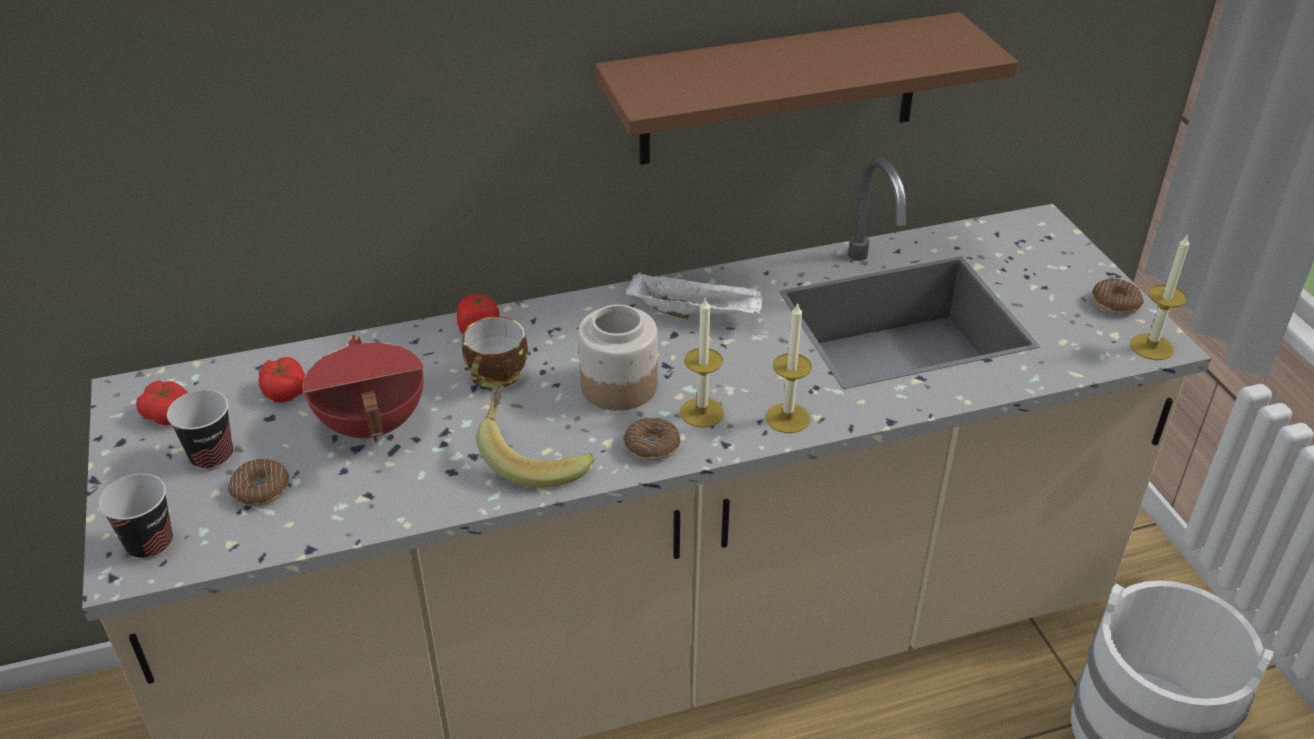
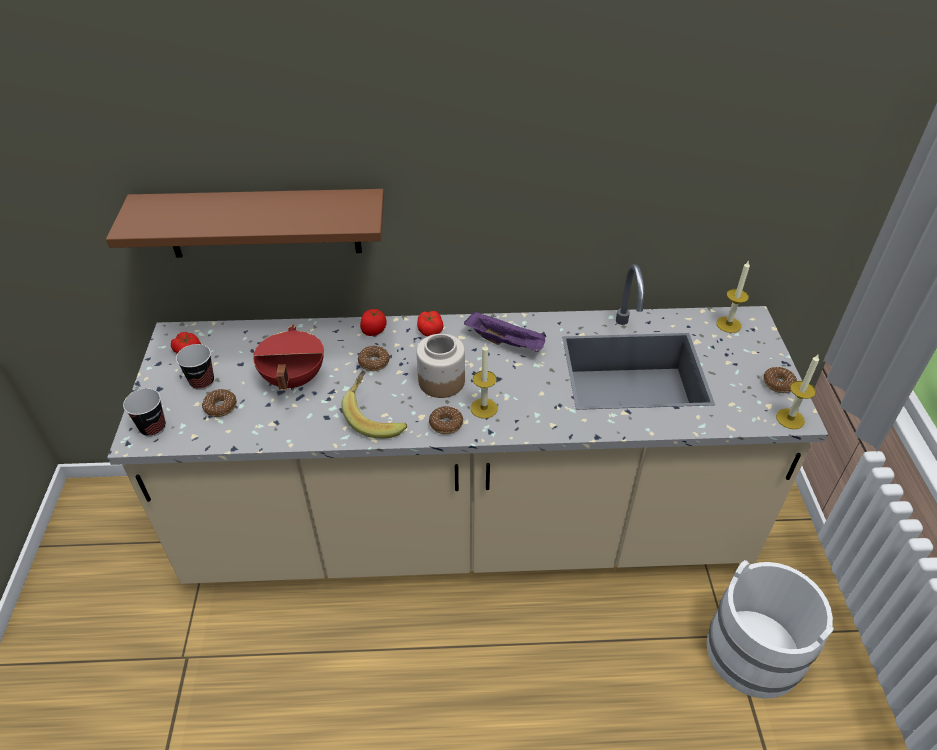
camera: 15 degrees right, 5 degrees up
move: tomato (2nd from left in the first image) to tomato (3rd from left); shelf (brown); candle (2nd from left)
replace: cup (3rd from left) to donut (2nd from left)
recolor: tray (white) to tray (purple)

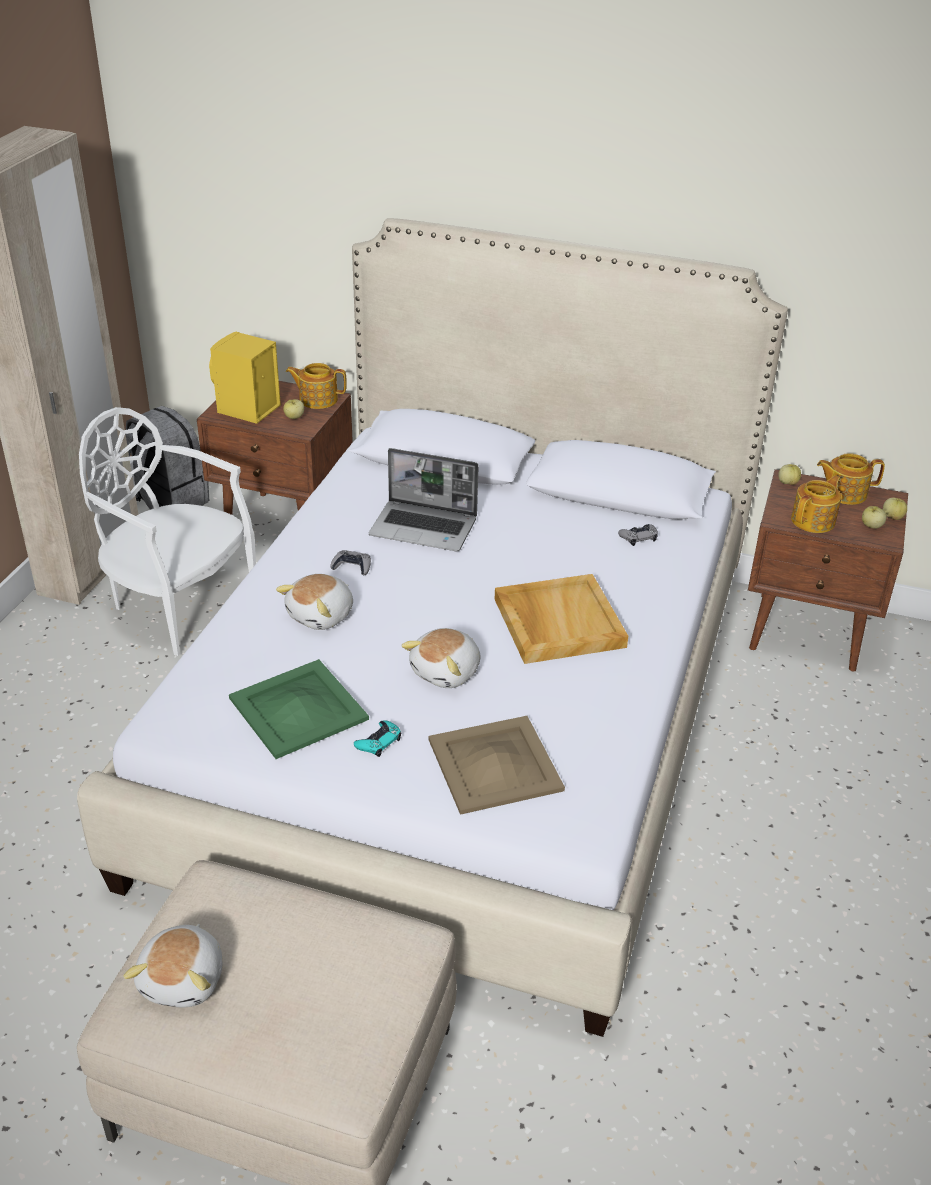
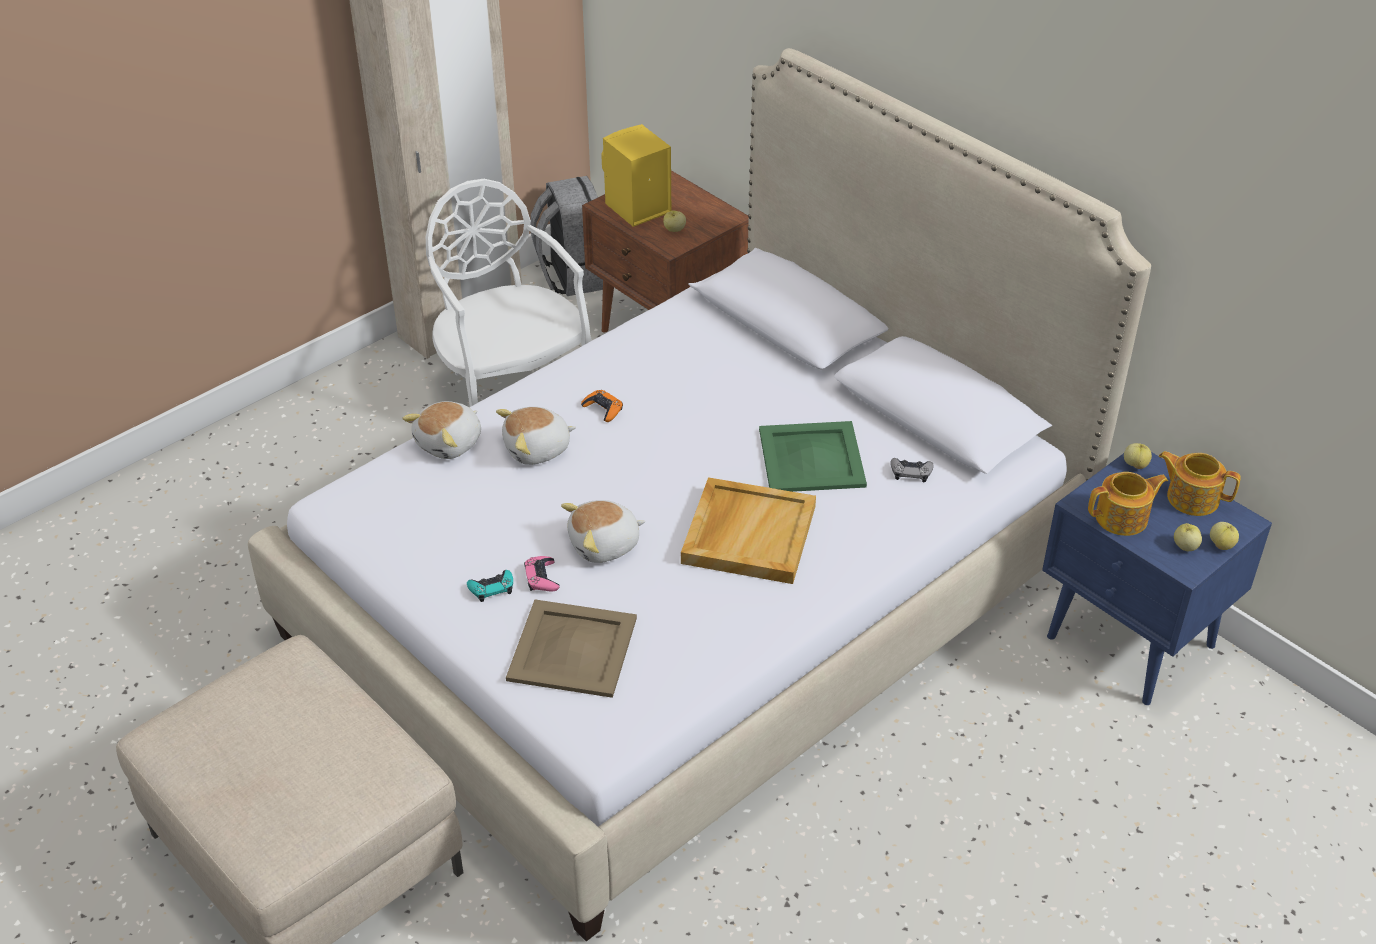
camera: 30 degrees right, 5 degrees up
delete: teapot (1st from left); laptop
insert: game controller (pink)
move: plush toy (1st from left); tray (green)
recolor: game controller (grey) (1st from left) to game controller (orange); nightstand (brown) (2nd from left) to nightstand (blue)

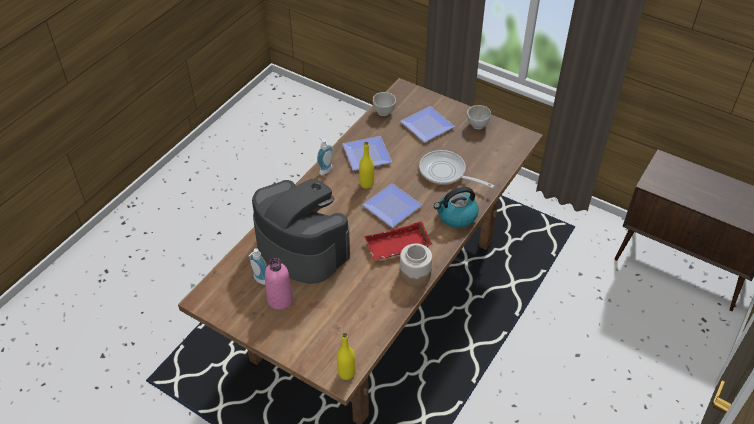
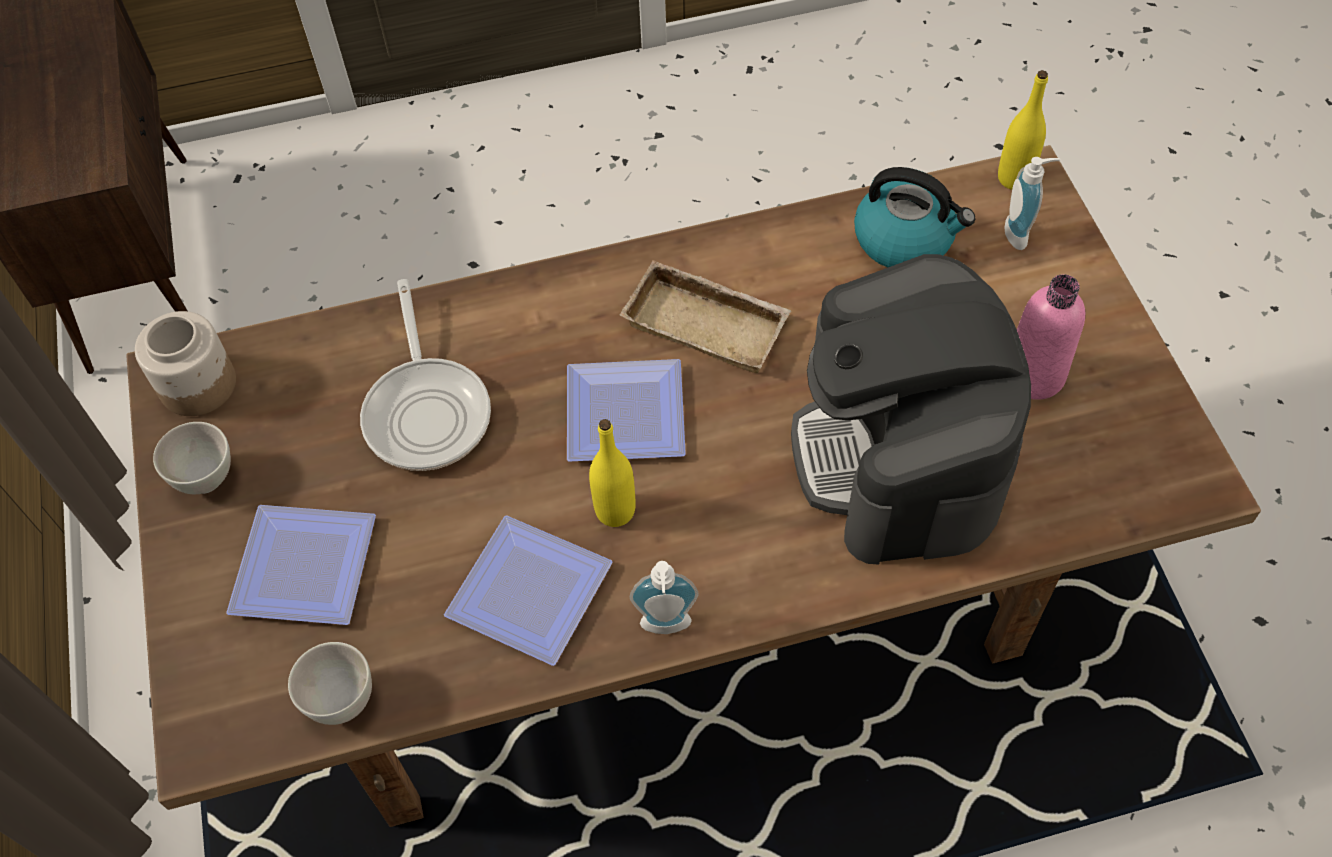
camera: 135 degrees left, 10 degrees up
move: soap dispenser (1st from left in the first image) to soap dispenser (2nd from left); jar; kettle
recolor: tray (red) to tray (beige)

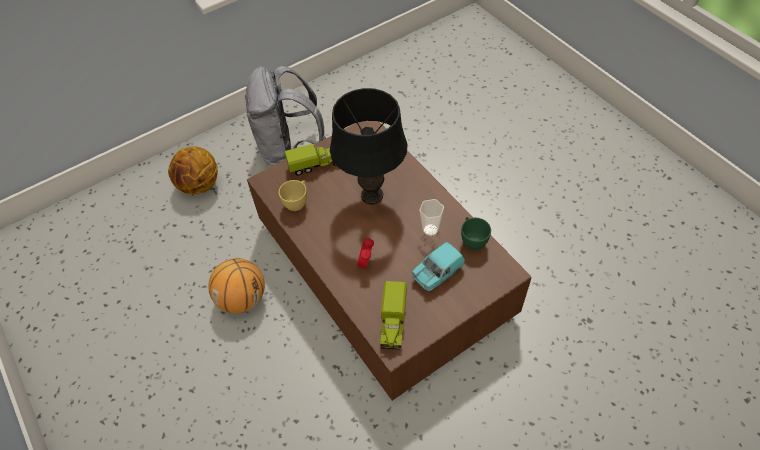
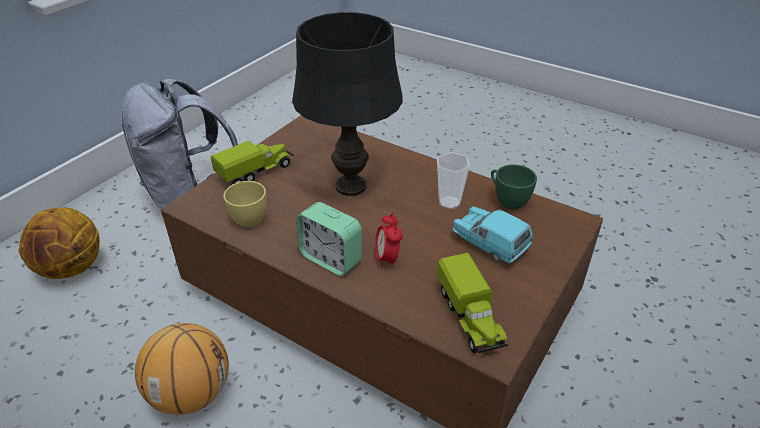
camera: 25 degrees left, 15 degrees down
insert: alarm clock (1st from left)
rotate: toy car (turquoise) 105 degrees clockwise

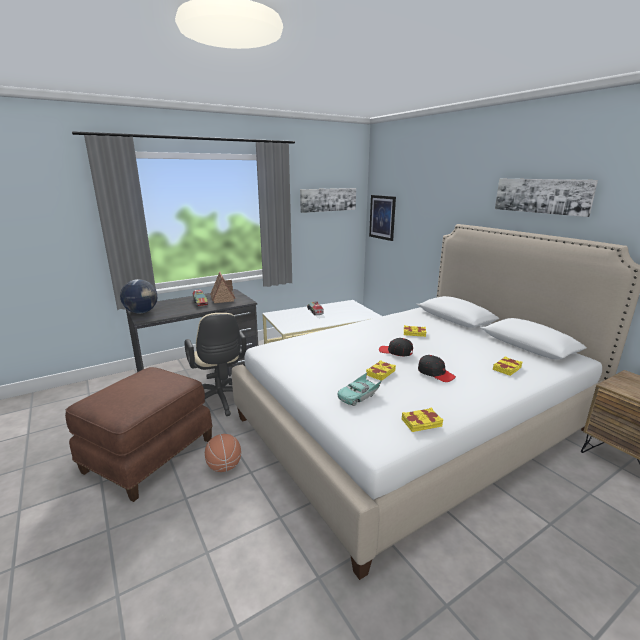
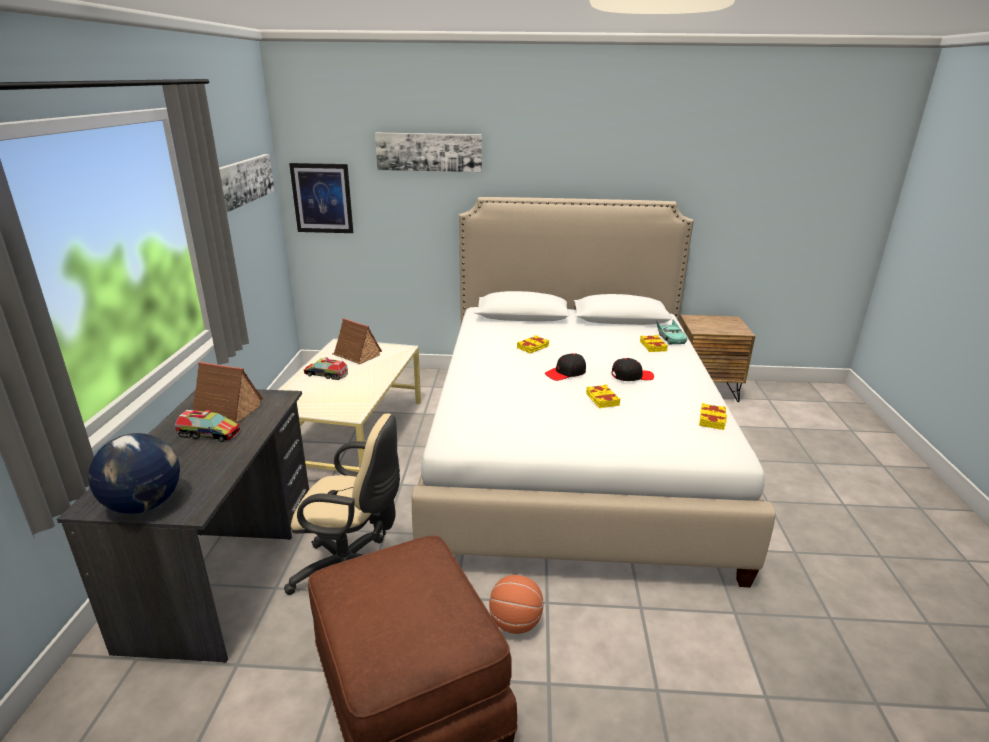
camera: 55 degrees left, 5 degrees up
insert: toy house (2nd from left)
move: toy car (turquoise); picture (3rd from left)

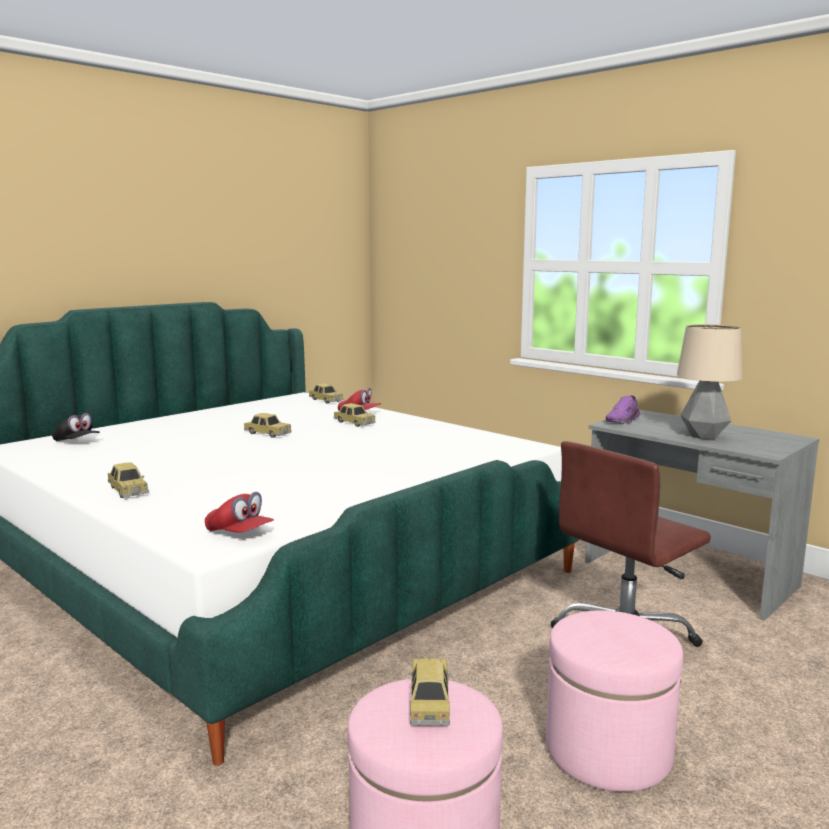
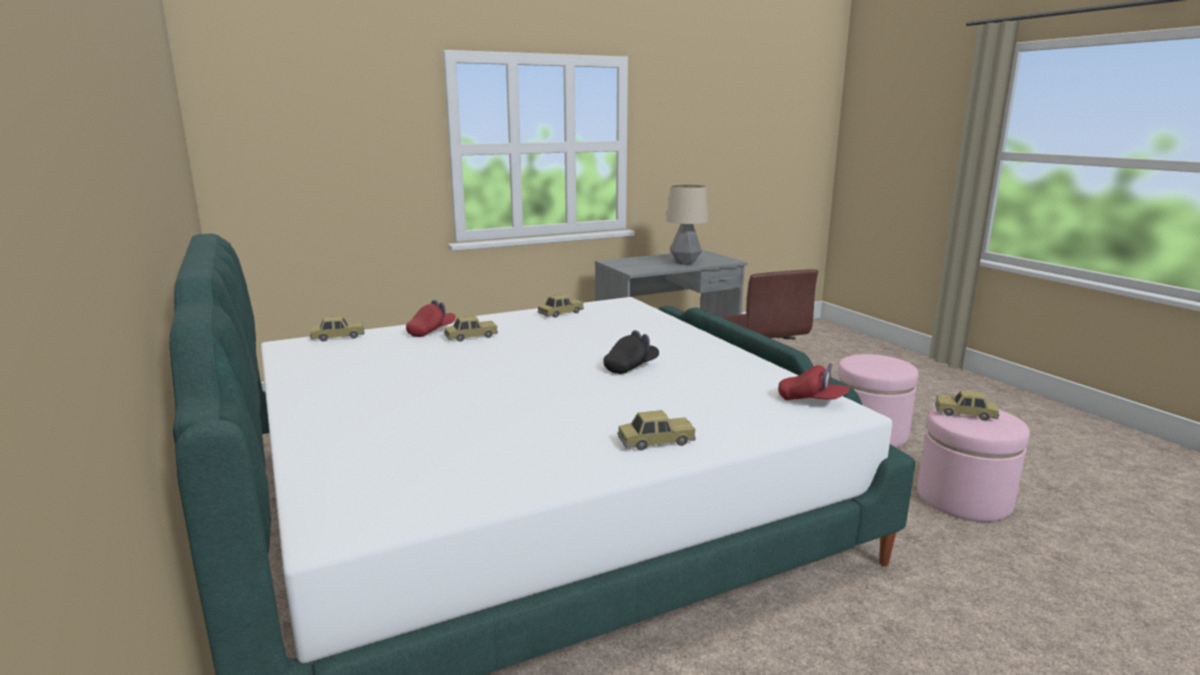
camera: 70 degrees left, 5 degrees up
delete: shoe (purple)
move: cap (black); toy car (2nd from left in the first image) to toy car (3rd from left)
rotate: cap (red) (1st from left in the first image) 60 degrees clockwise

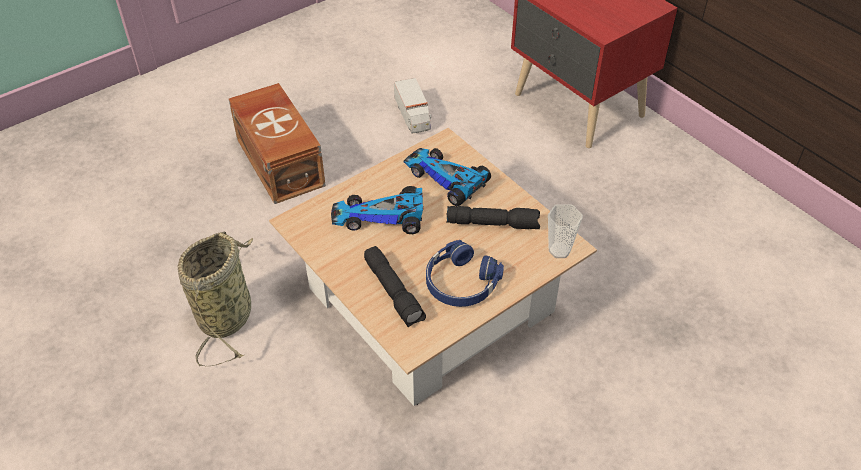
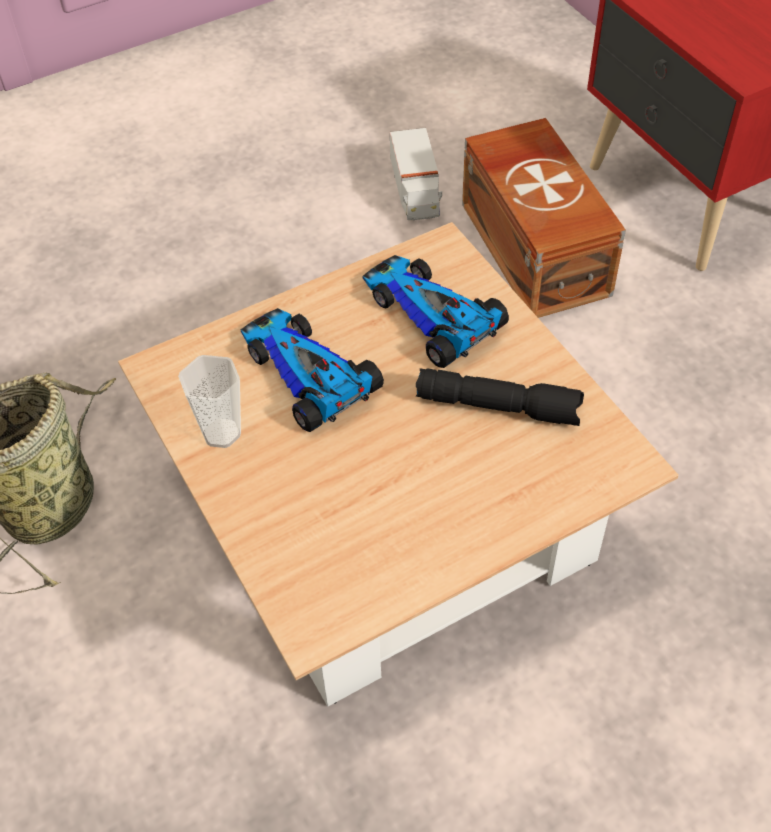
camera: 10 degrees right, 5 degrees up
delete: flashlight (black) (1st from left); headphones (blue)
move: storage box (brown); cup
rotate: toy car (1st from left) 45 degrees clockwise

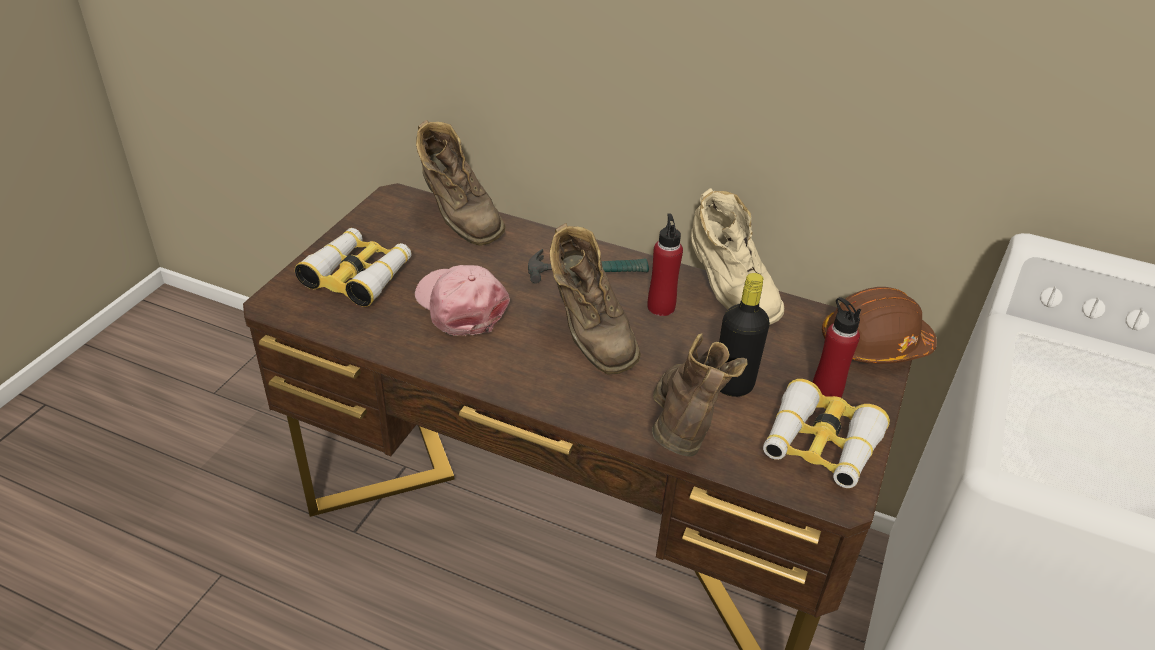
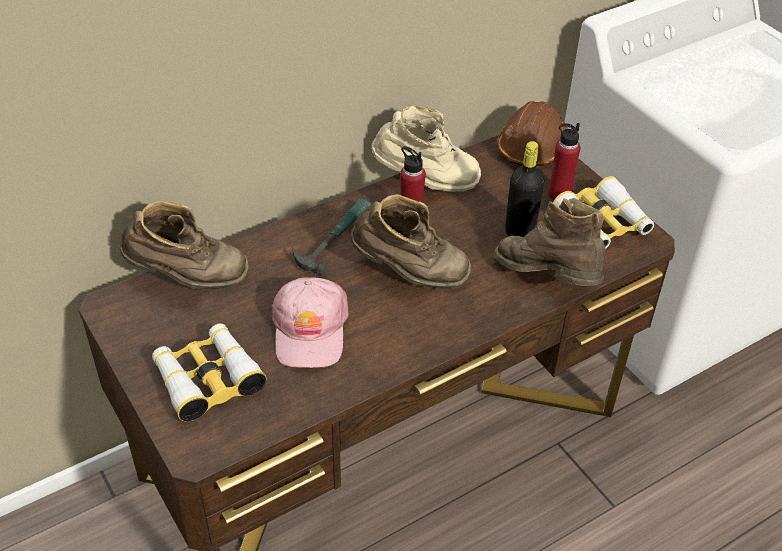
camera: 55 degrees left, 5 degrees up
rotate: cap (pink) 90 degrees counterclockwise

